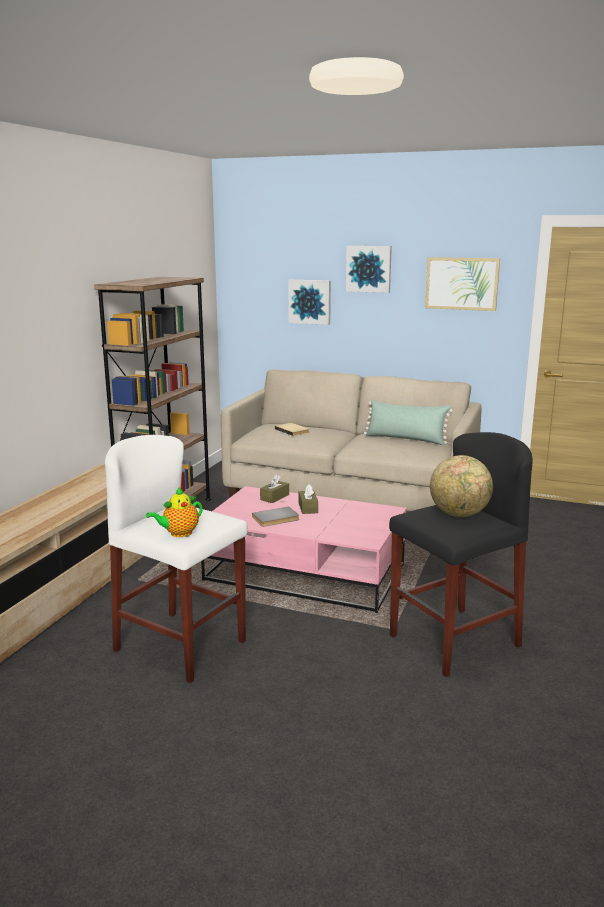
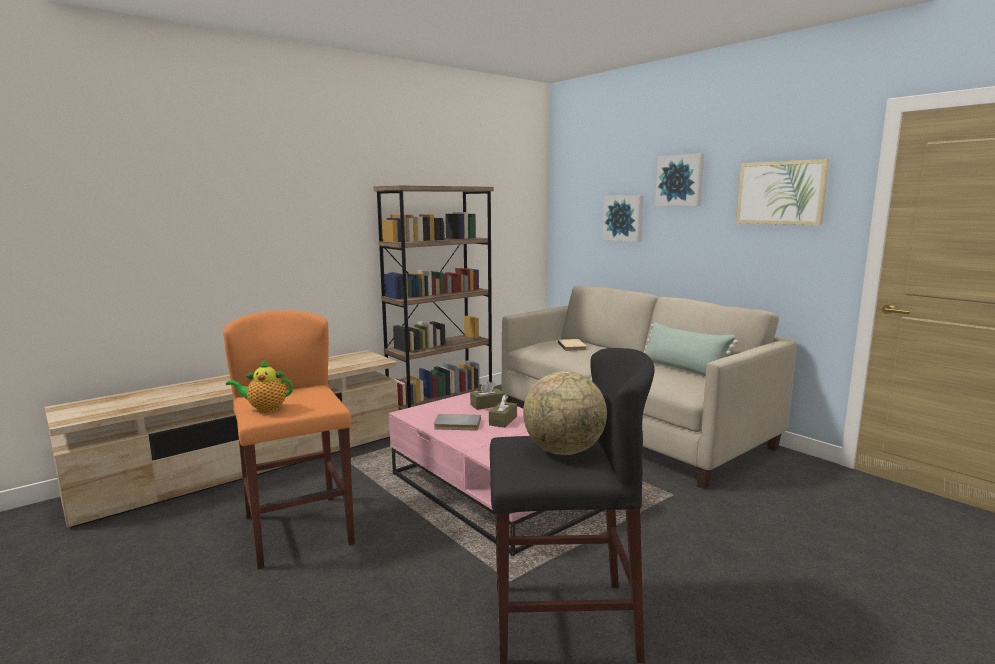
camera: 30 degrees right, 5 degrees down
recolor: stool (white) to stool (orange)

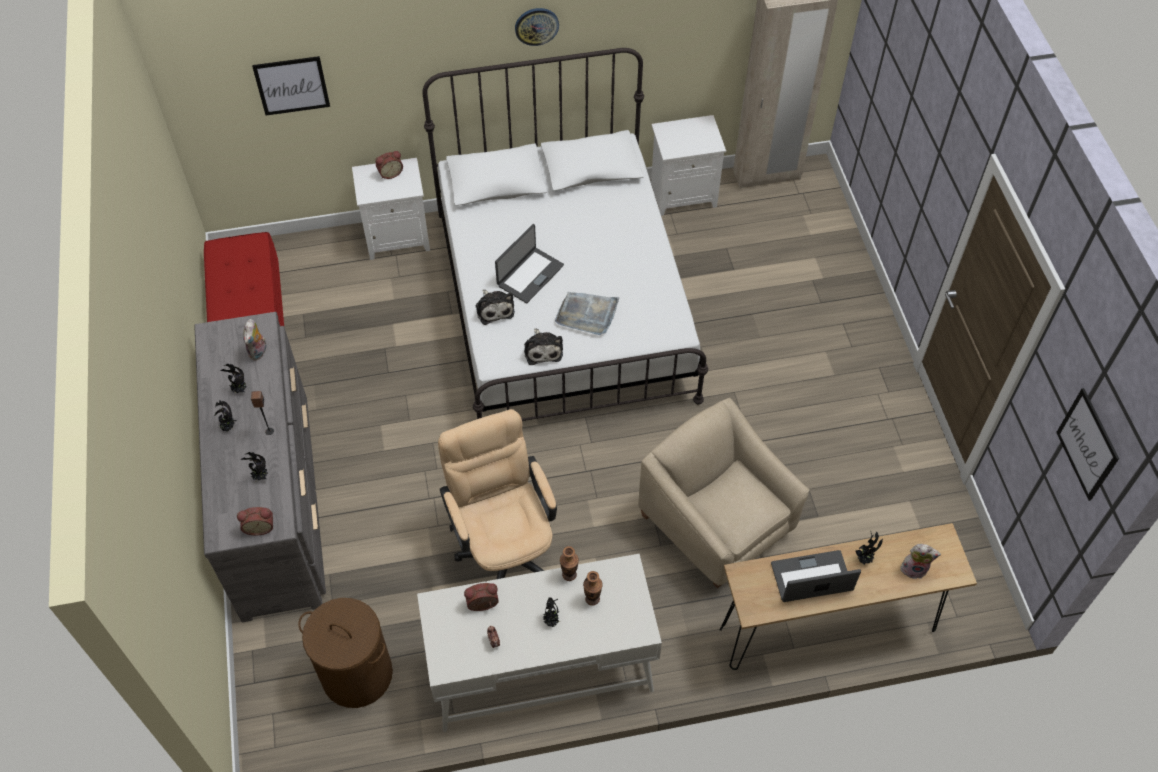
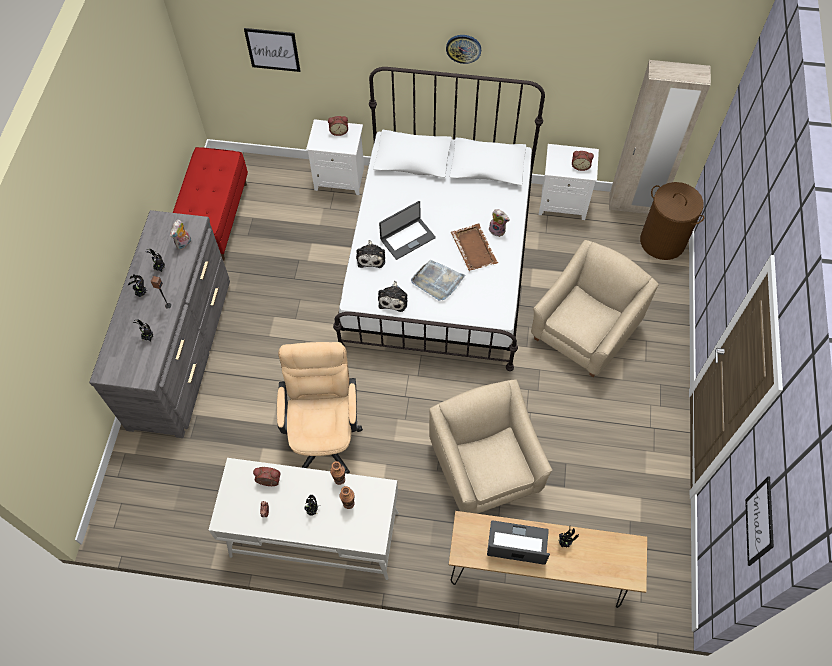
camera: 20 degrees right, 5 degrees up
insert: tray (brown); armchair (beige) (2nd from left)
move: alarm clock (1st from left in the first image) to alarm clock (4th from left); laundry basket (brown); plush toy (4th from left)

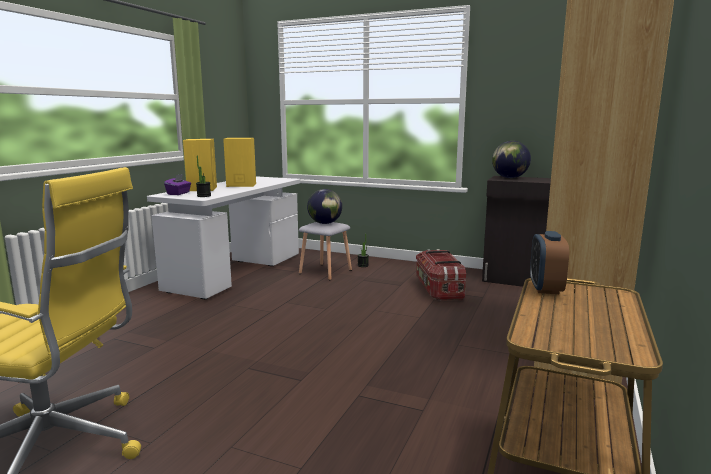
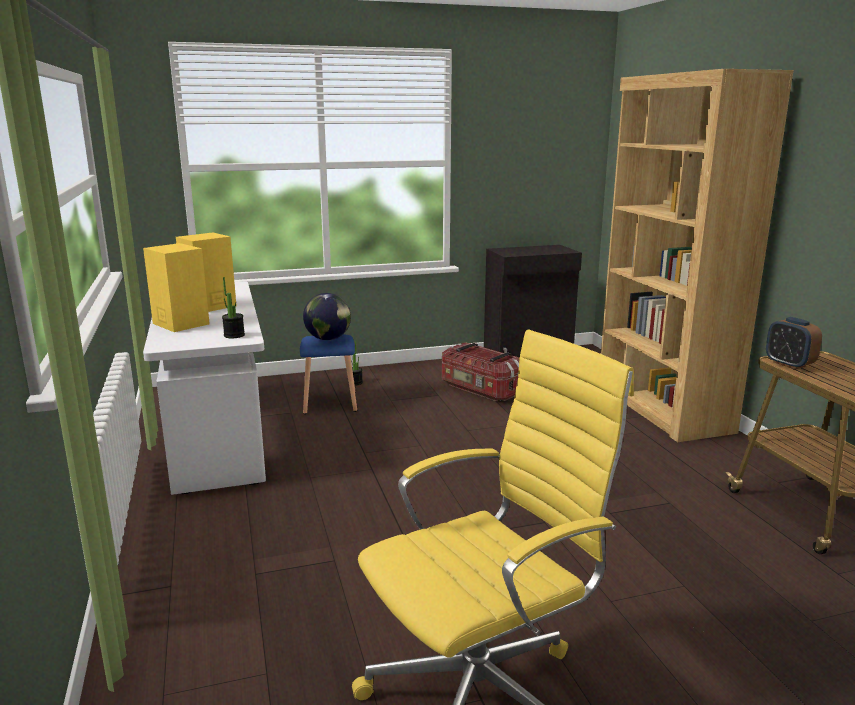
camera: 40 degrees left, 5 degrees up
delete: tissue box (purple); globe (2nd from left)
recolor: stool (grey) to stool (blue)

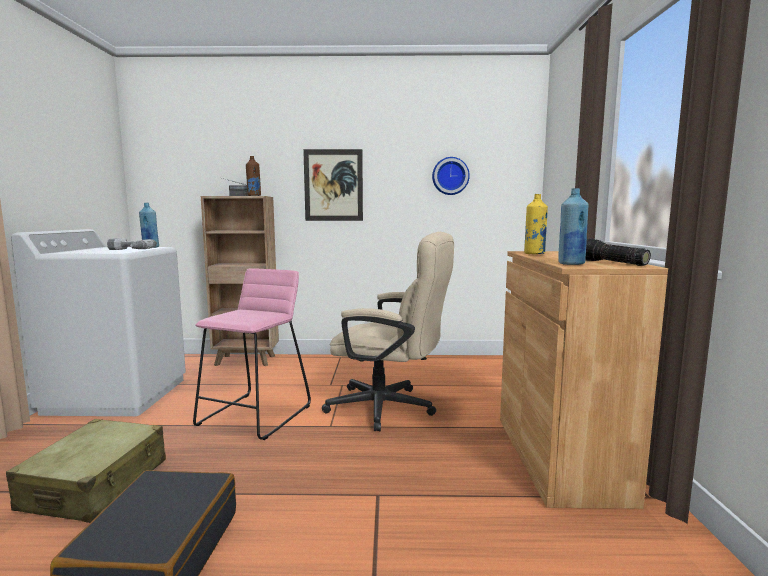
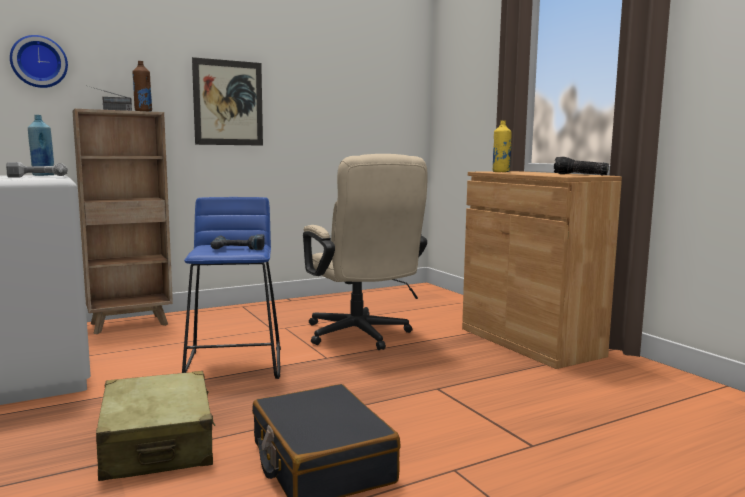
camera: 30 degrees left, 0 degrees up
delete: bottle (blue) (2nd from left)
insert: power drill (2nd from left)
move: wall clock
recolor: stool (pink) to stool (blue)
rotate: office chair (beige) 75 degrees clockwise

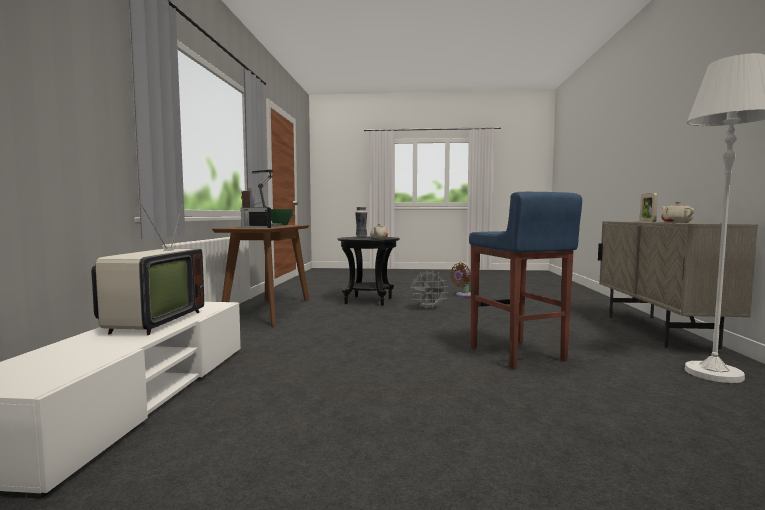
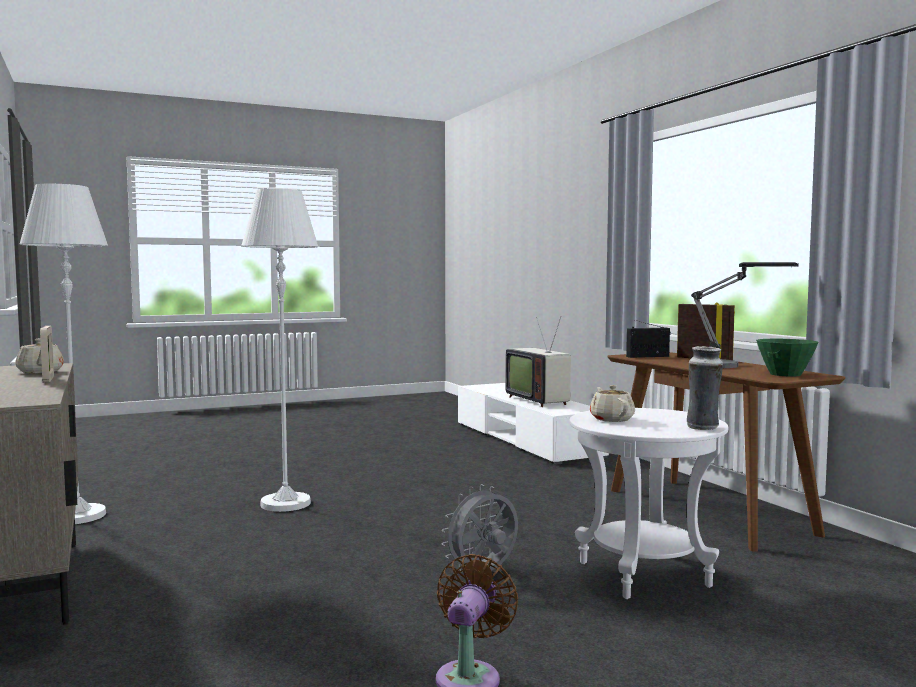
camera: 150 degrees right, 0 degrees up
replace: stool (blue) to floor lamp (white) (2nd from left)
recolor: side table (black) to side table (white)

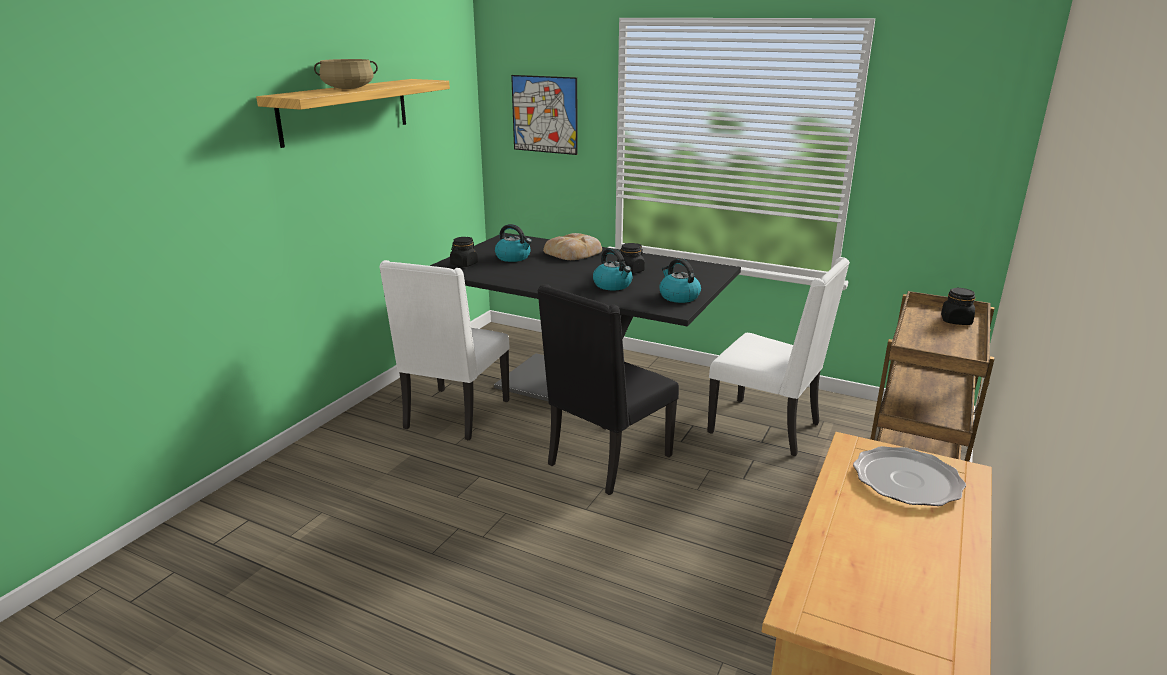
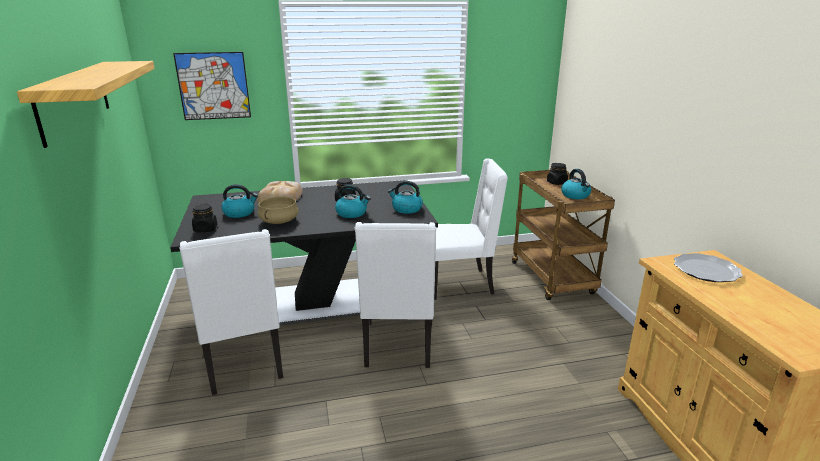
camera: 40 degrees left, 0 degrees up
insert: kettle (4th from left)
move: cooking pot (beige)
recolor: chair (black) to chair (white) (2nd from left)

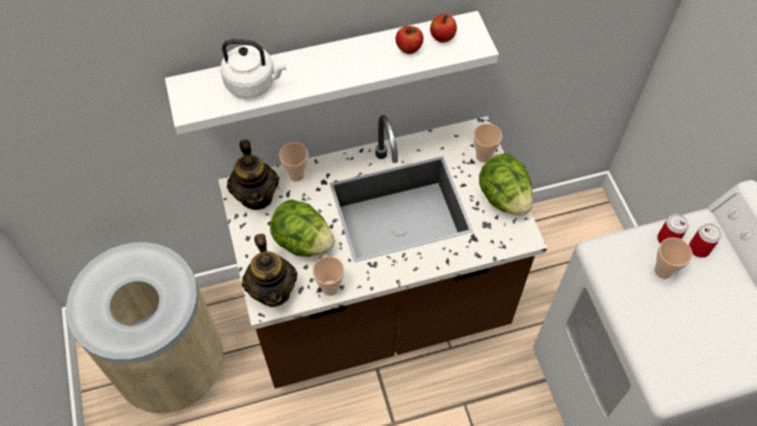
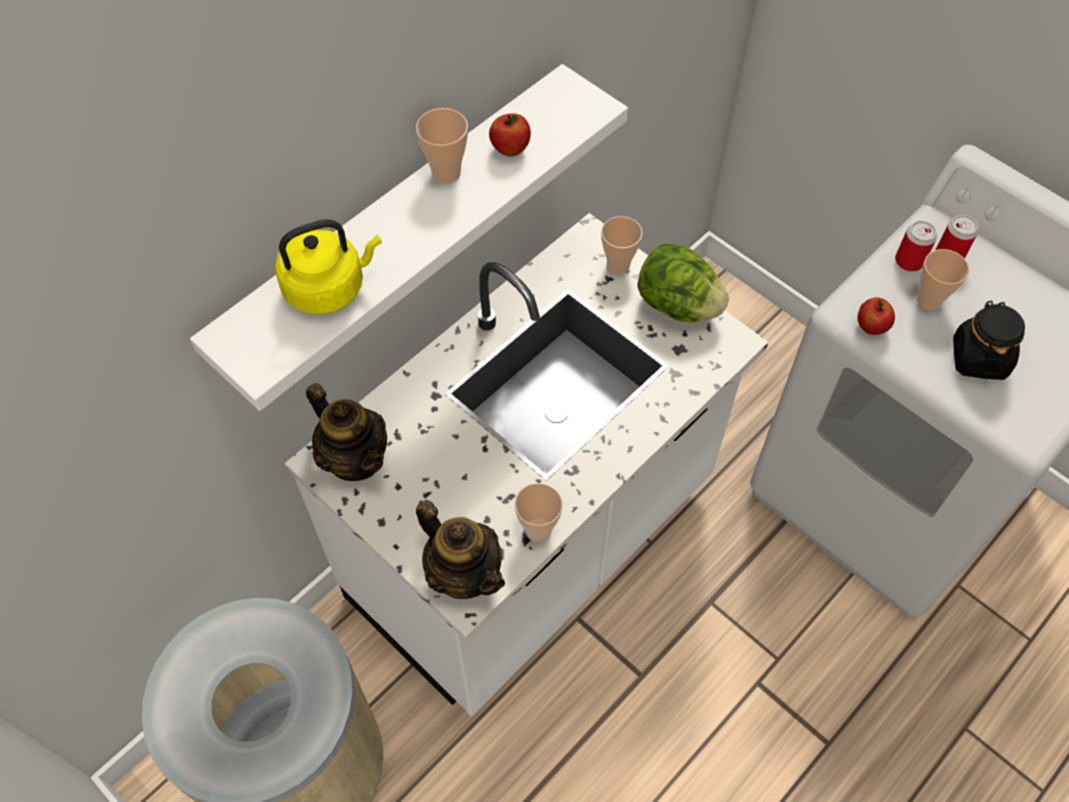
camera: 30 degrees left, 0 degrees up
delete: lettuce (1st from left)
insert: jar (black)
move: cup (1st from left); apple (2nd from left)
recolor: counter (brown) to counter (white); kettle (white) to kettle (yellow)

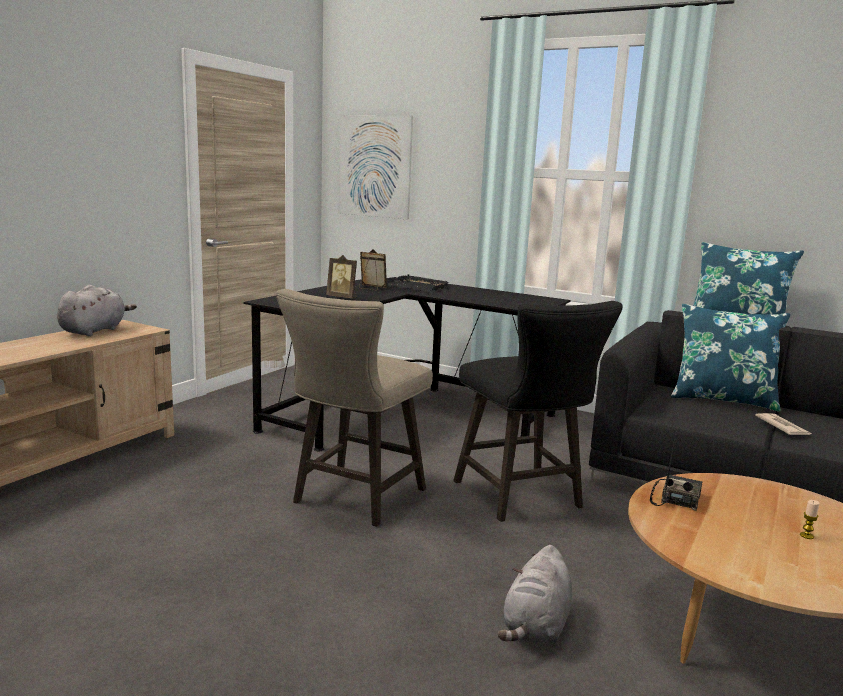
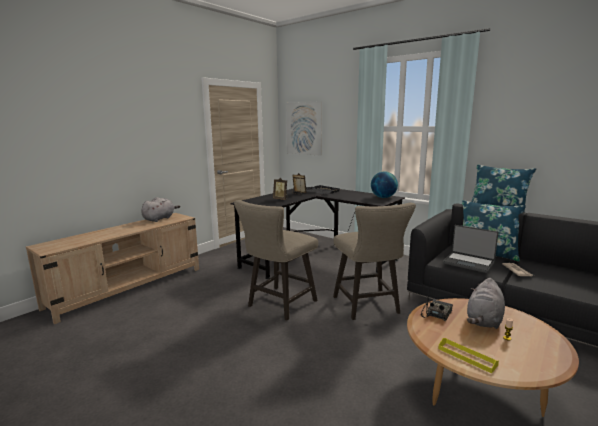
camera: 10 degrees right, 0 degrees up
insert: globe; tray (yellow); laptop
move: plush toy (grey) (2nd from left)
recolor: stool (black) to stool (beige) (2nd from left)

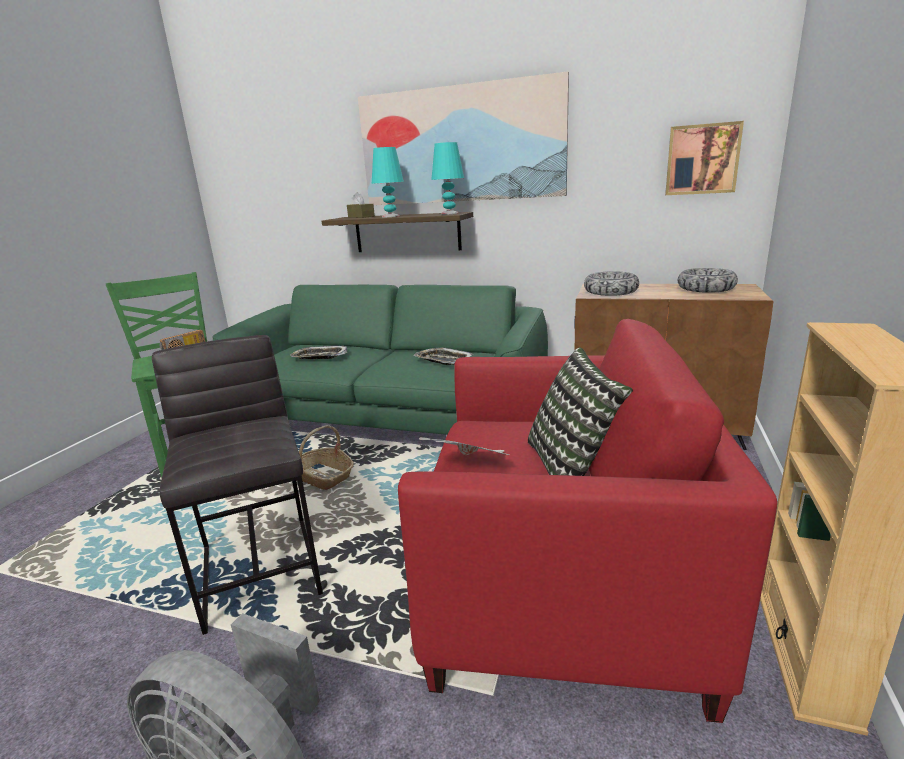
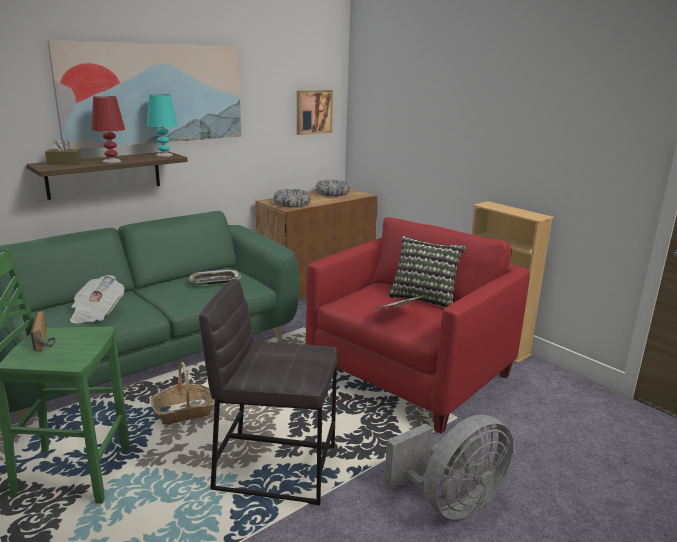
camera: 60 degrees left, 0 degrees up
replace: tray (1st from left) to newspaper (1st from left)
recolor: table lamp (turquoise) (1st from left) to table lamp (red)

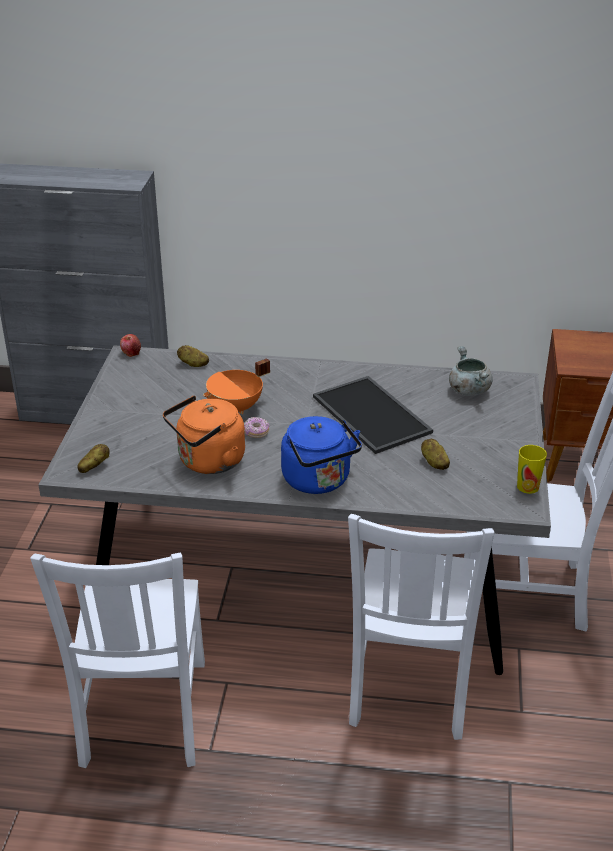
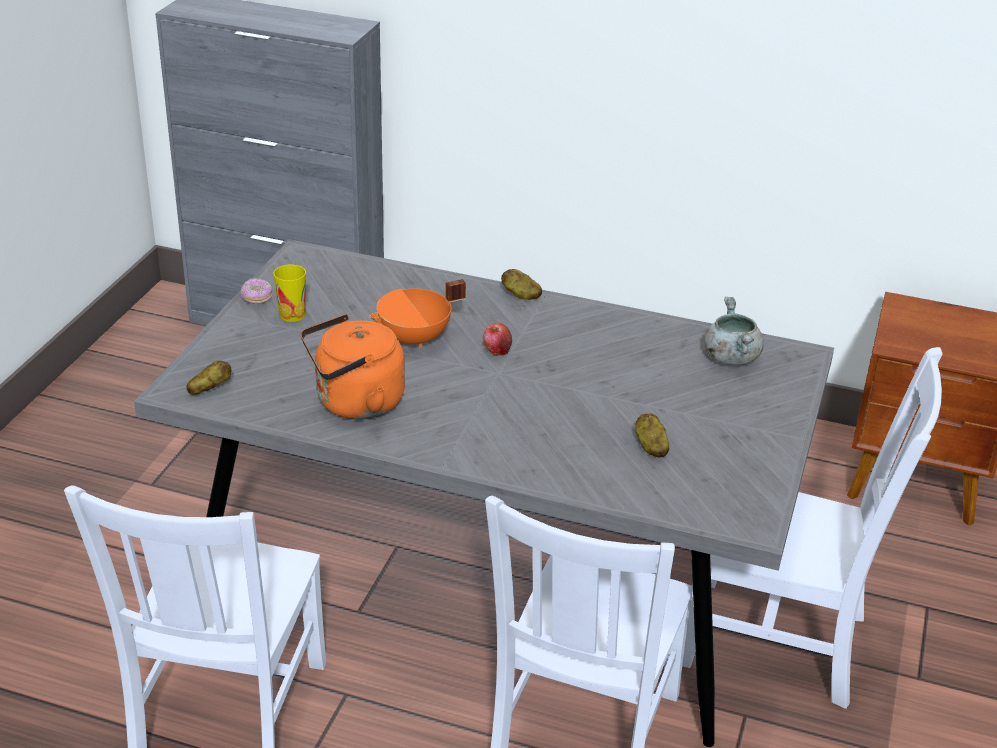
camera: 10 degrees right, 0 degrees up
delete: kettle (blue); tray
move: apple; potato (2nd from left); donut; cup

